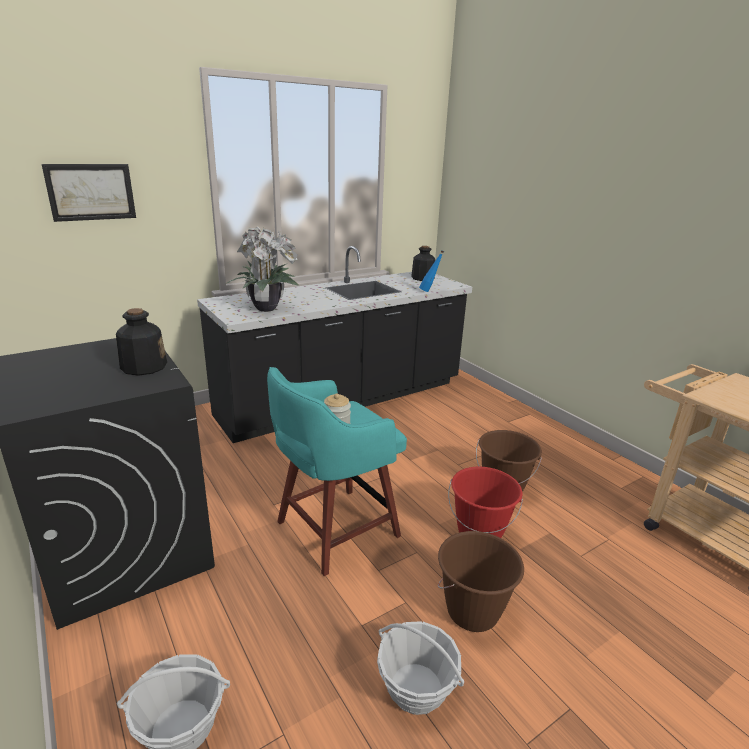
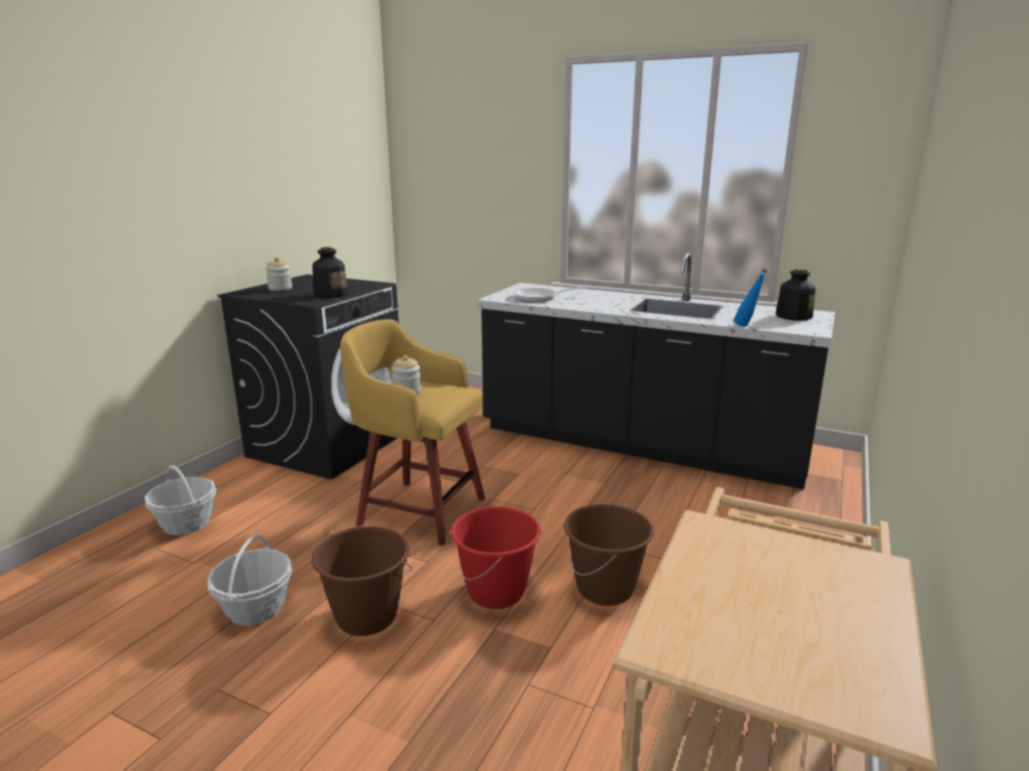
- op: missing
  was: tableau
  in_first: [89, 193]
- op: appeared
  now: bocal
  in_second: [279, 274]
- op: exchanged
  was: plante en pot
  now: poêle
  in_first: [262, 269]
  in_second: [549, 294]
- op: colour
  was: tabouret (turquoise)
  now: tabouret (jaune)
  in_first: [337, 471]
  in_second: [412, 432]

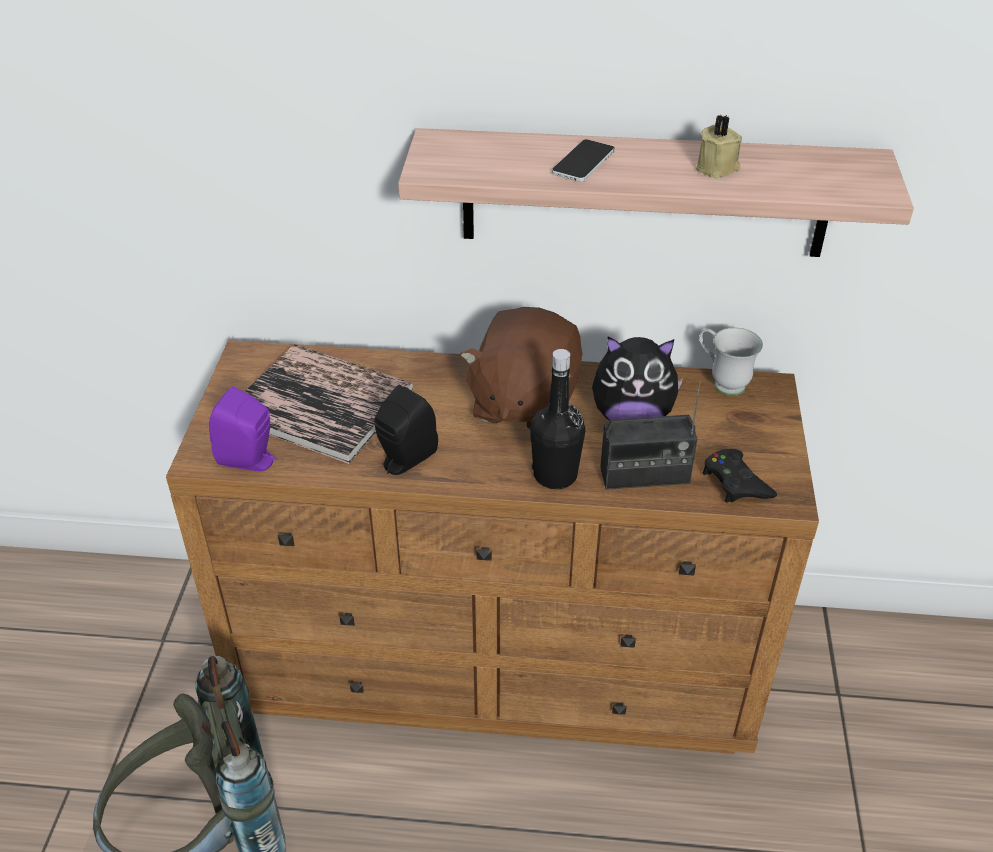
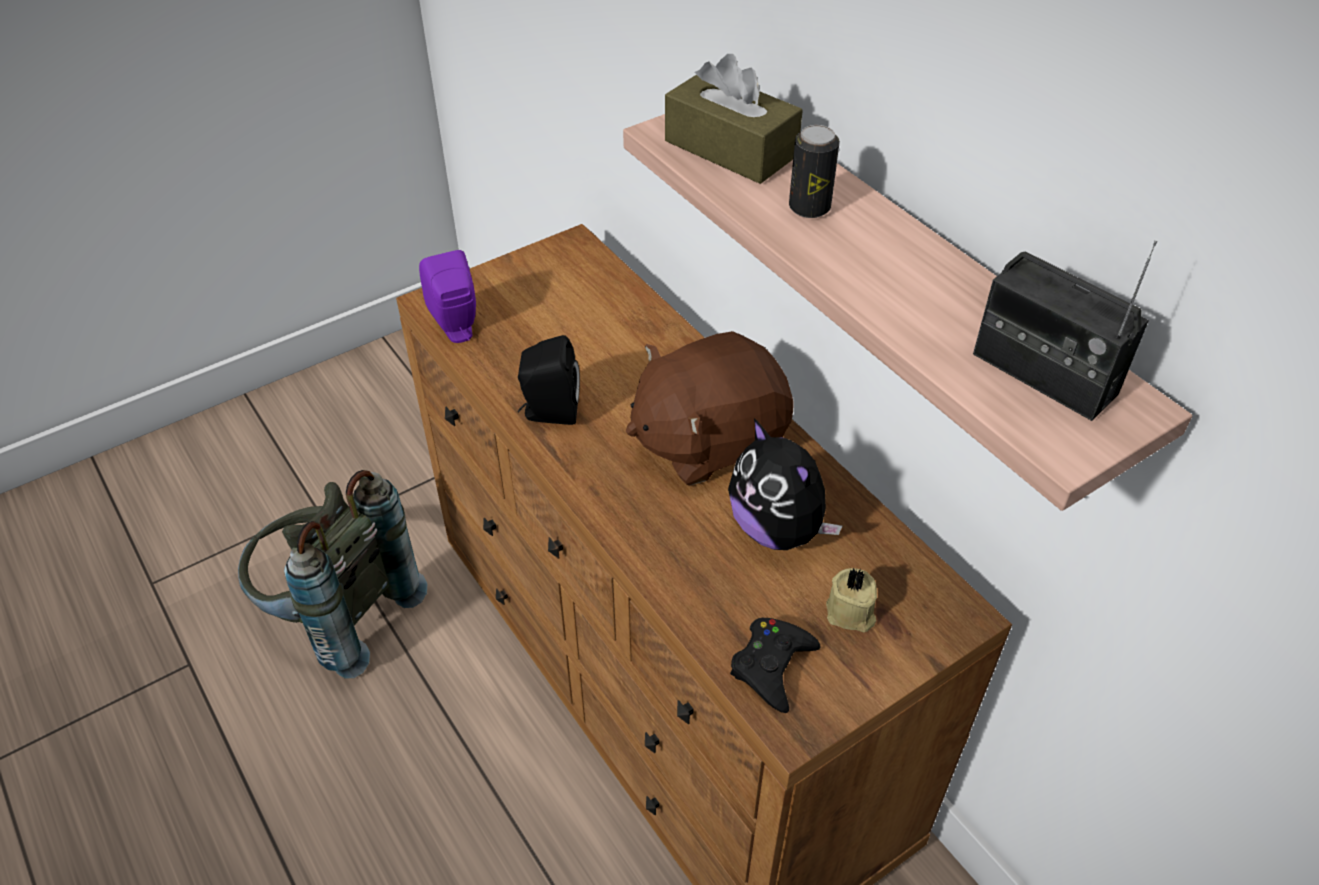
- op: missing
  was: livre
  in_first: [329, 404]
- op: missing
  was: bouteille (noir)
  in_first: [557, 419]
- op: missing
  was: mug (blanc)
  in_first: [731, 362]
- op: appeared
  now: boîte à mouchoirs (marron)
  in_second: [734, 119]
- op: relocated
  was: radio
  in_first: [650, 435]
  in_second: [1065, 331]
- op: relocated
  was: bougie (beige)
  in_first: [719, 147]
  in_second: [851, 600]
- op: exchanged
  was: téléphone
  now: boîte métallique
  in_first: [583, 160]
  in_second: [814, 171]

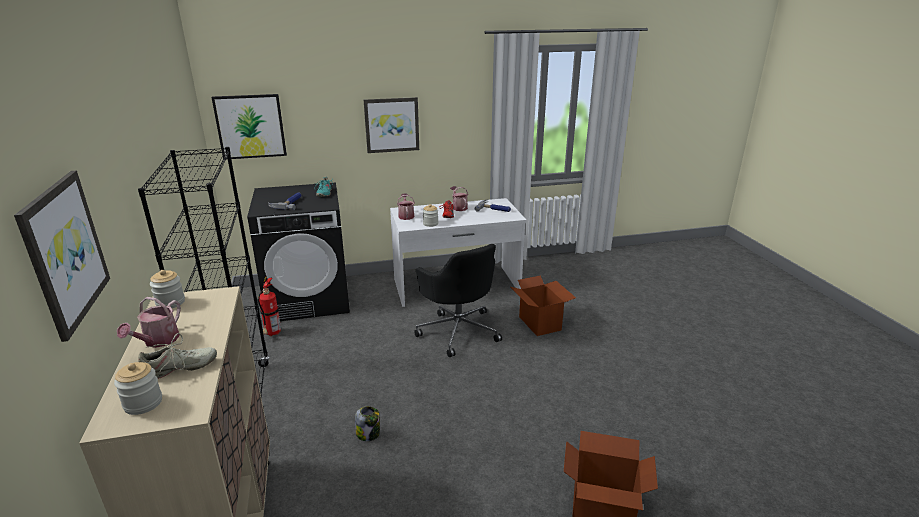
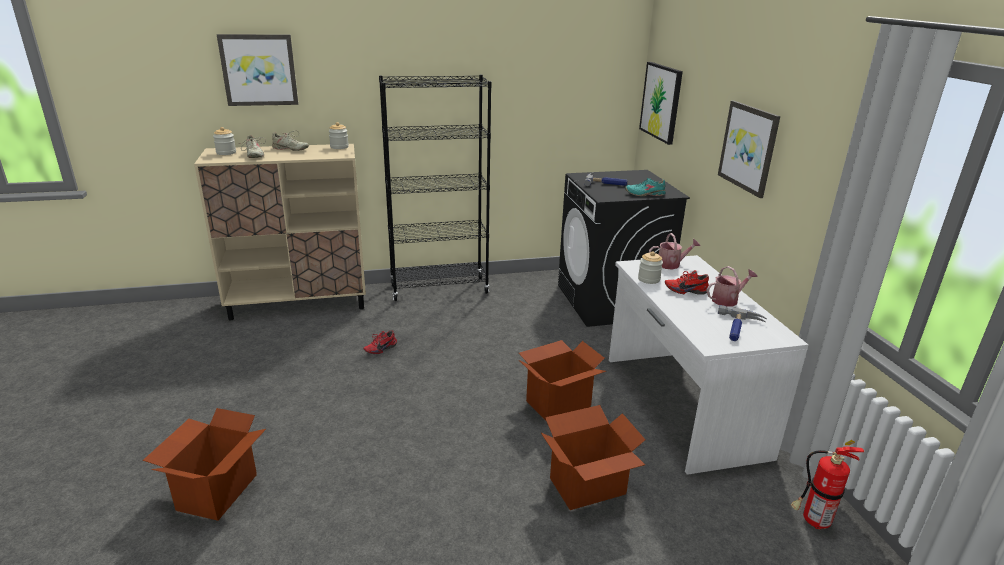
- op: relocated
  was: extincteur
  in_first: [269, 306]
  in_second: [827, 484]
- op: exchanged
  was: arrosoir
  now: chaussure (beige)
  in_first: [149, 322]
  in_second: [290, 140]
- op: exchanged
  was: bocal
  now: chaussure (rouge)
  in_first: [367, 423]
  in_second: [380, 342]
- op: exchanged
  was: chaise de bureau (noir)
  now: carton
  in_first: [458, 300]
  in_second: [562, 381]

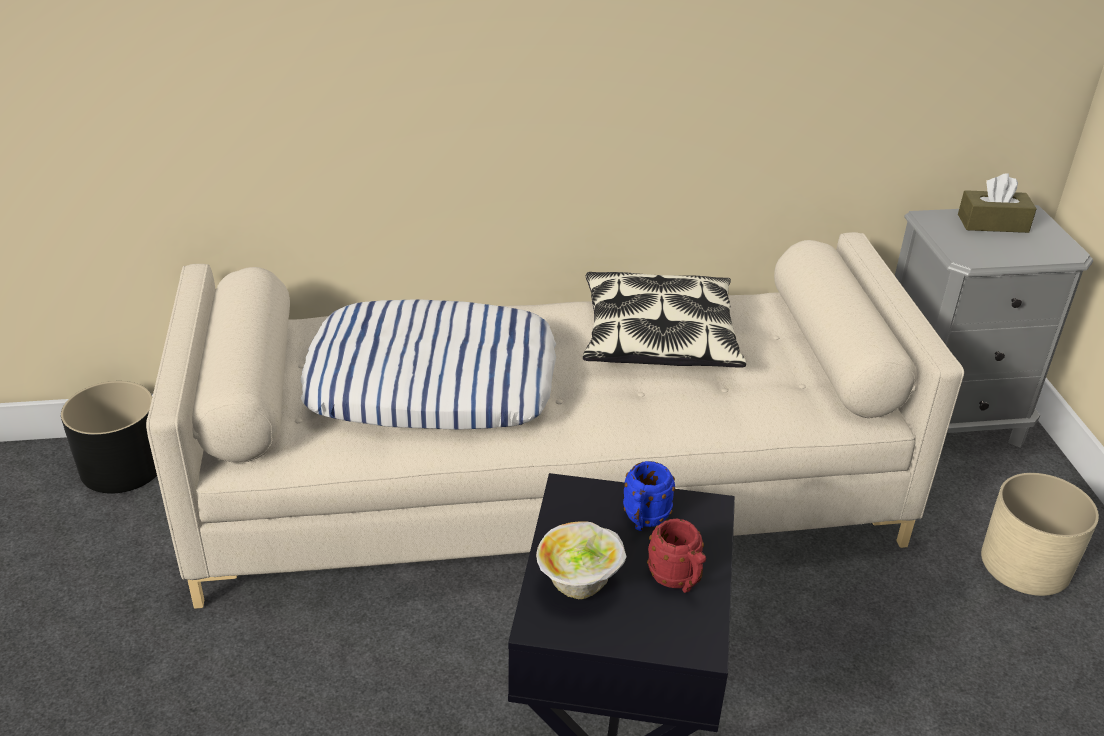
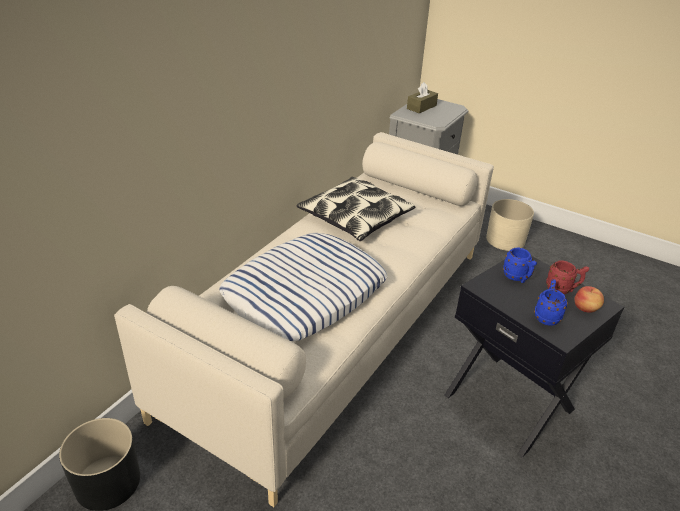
- op: appeared
  now: pomme
  in_second: [589, 299]
- op: exchanged
  was: bol
  now: mug (bleu)
  in_first: [581, 560]
  in_second: [551, 302]

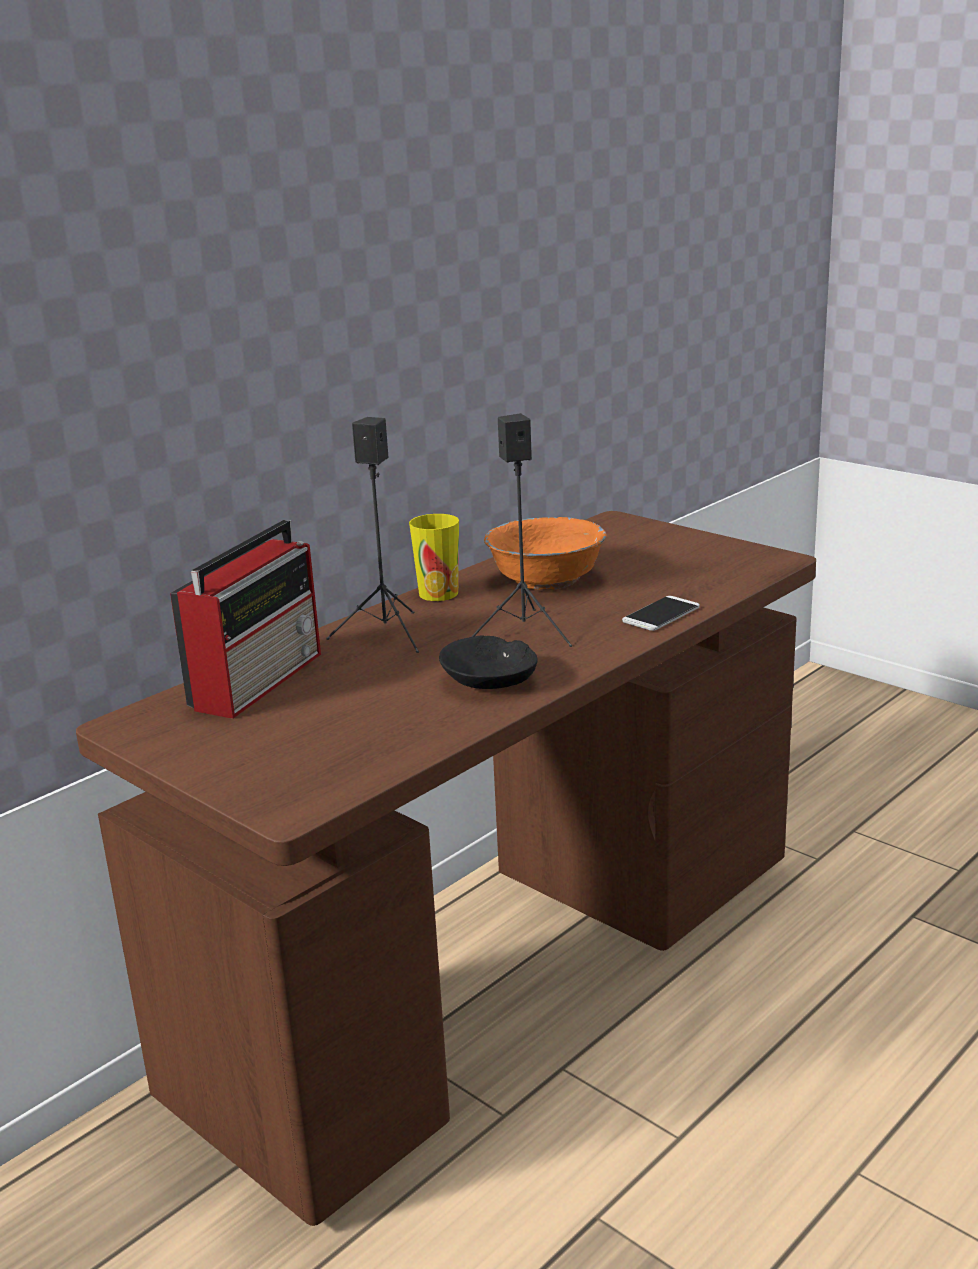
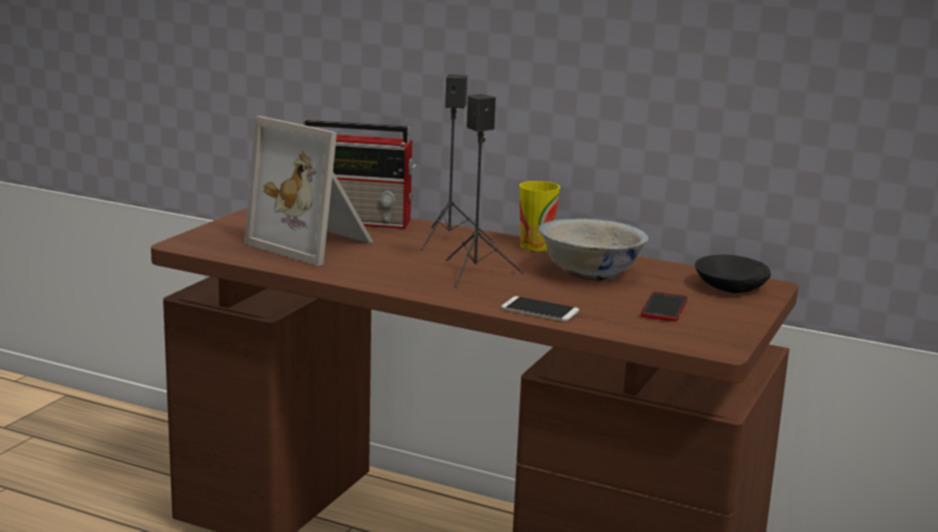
- op: appeared
  now: cadre photo
  in_second: [308, 191]
- op: appeared
  now: téléphone
  in_second: [664, 306]
- op: relocated
  was: bol (noir)
  in_first: [488, 662]
  in_second: [733, 274]
- op: colour
  was: bol (orange)
  now: bol (blanc)
  in_first: [545, 553]
  in_second: [594, 249]

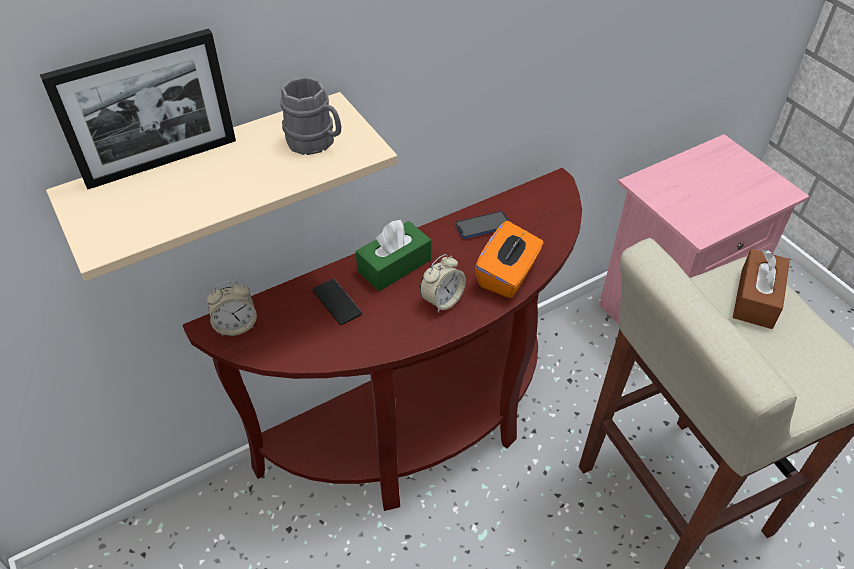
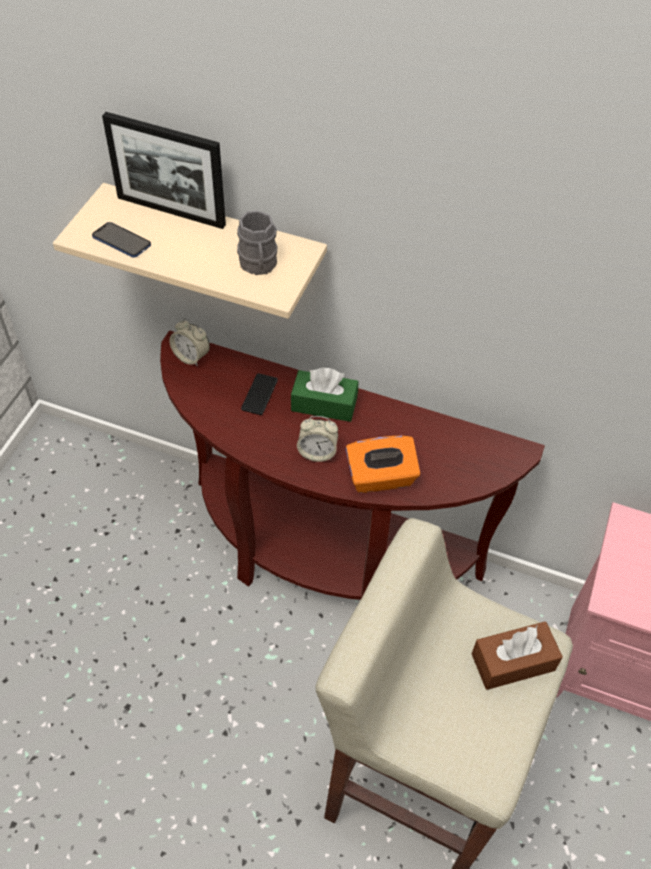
- op: relocated
  was: téléphone
  in_first: [482, 225]
  in_second: [121, 240]

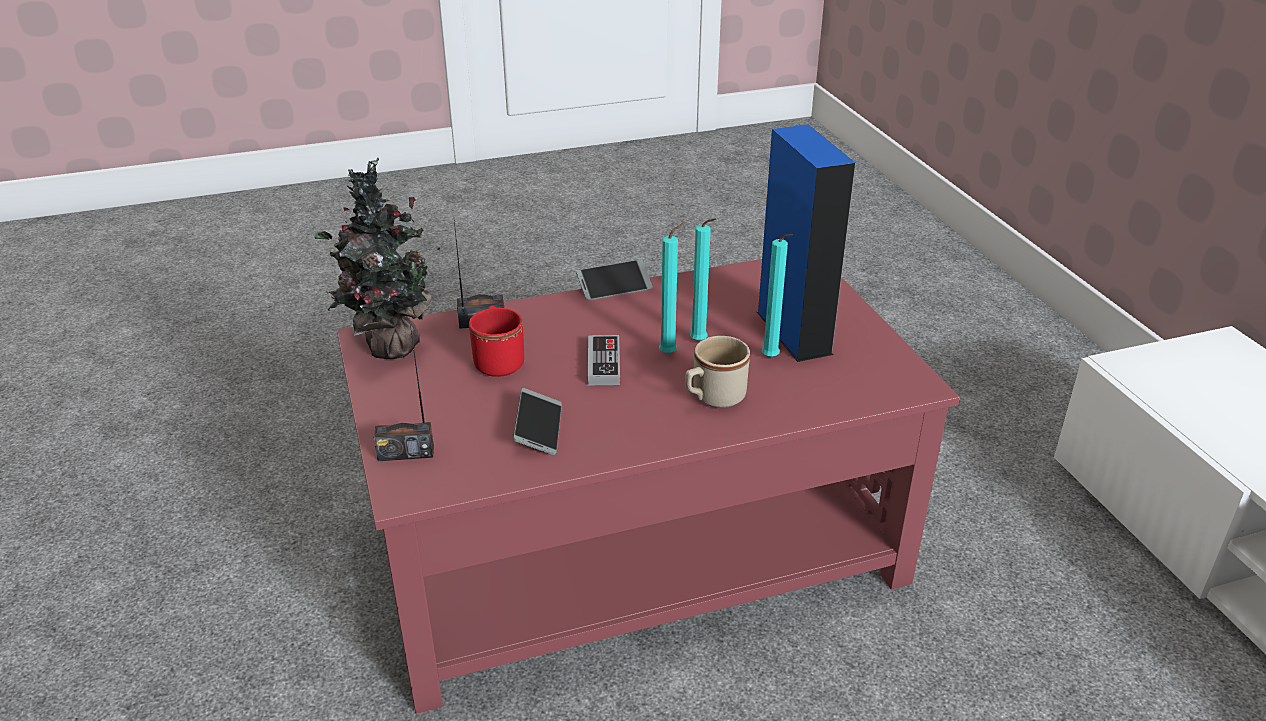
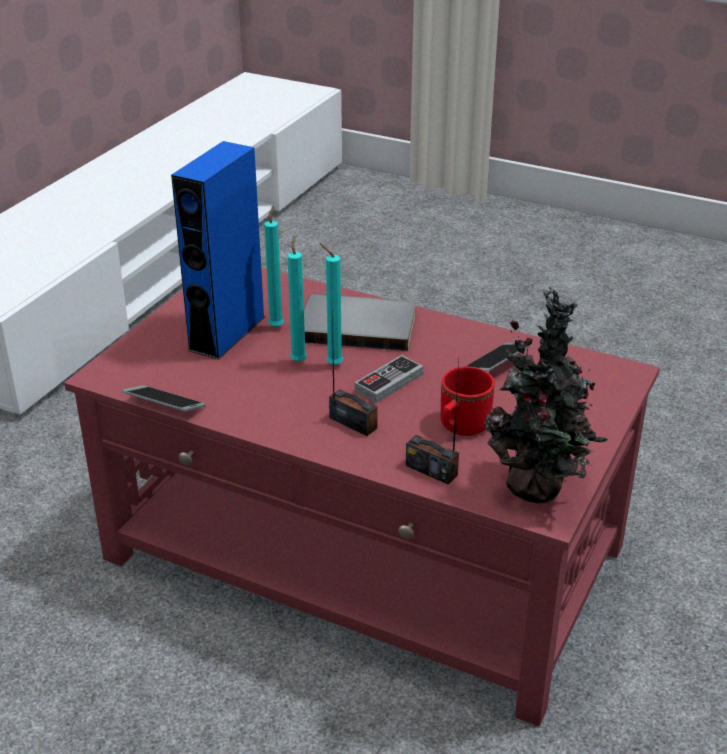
- op: relocated
  was: radio
  in_first: [404, 392]
  in_second: [353, 374]
- op: relocated
  was: téléphone
  in_first: [614, 280]
  in_second: [163, 398]
- op: exchanged
  was: mug (beige)
  now: livre (gris)
  in_first: [717, 372]
  in_second: [360, 322]

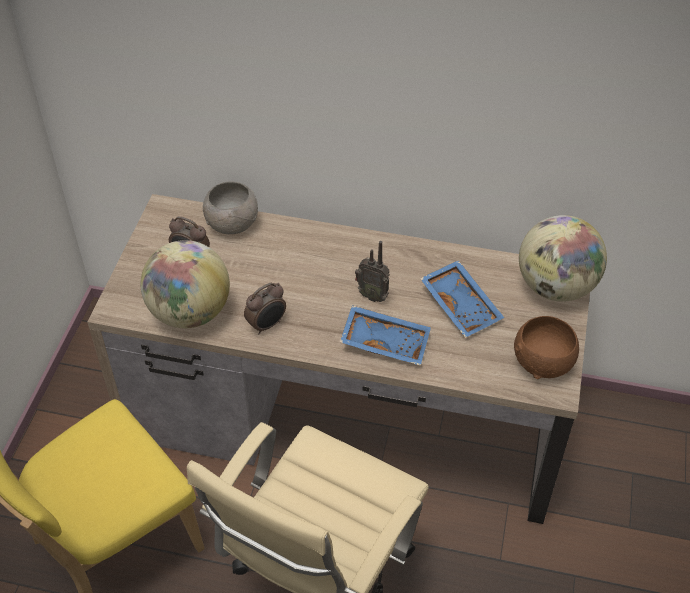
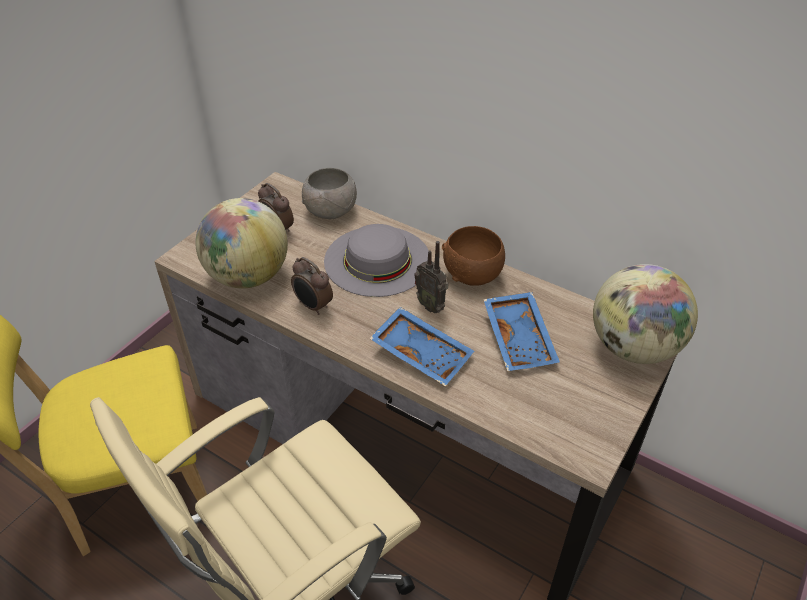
- op: appeared
  now: chapeau (gris)
  in_second: [376, 260]
- op: relocated
  was: bol (marron)
  in_first: [546, 347]
  in_second: [473, 256]
- op: spun
  was: réveil
  in_first: [265, 309]
  in_second: [312, 286]
  clockwise: 60

